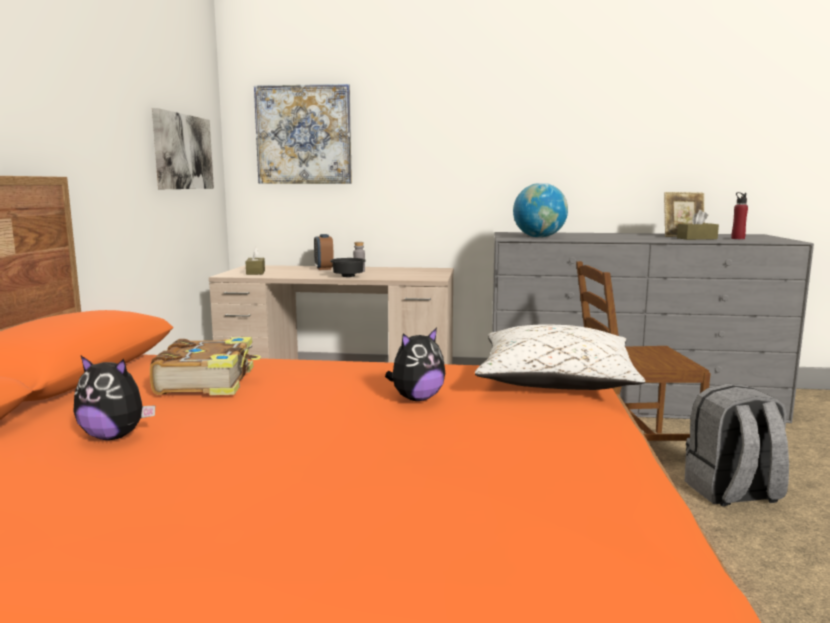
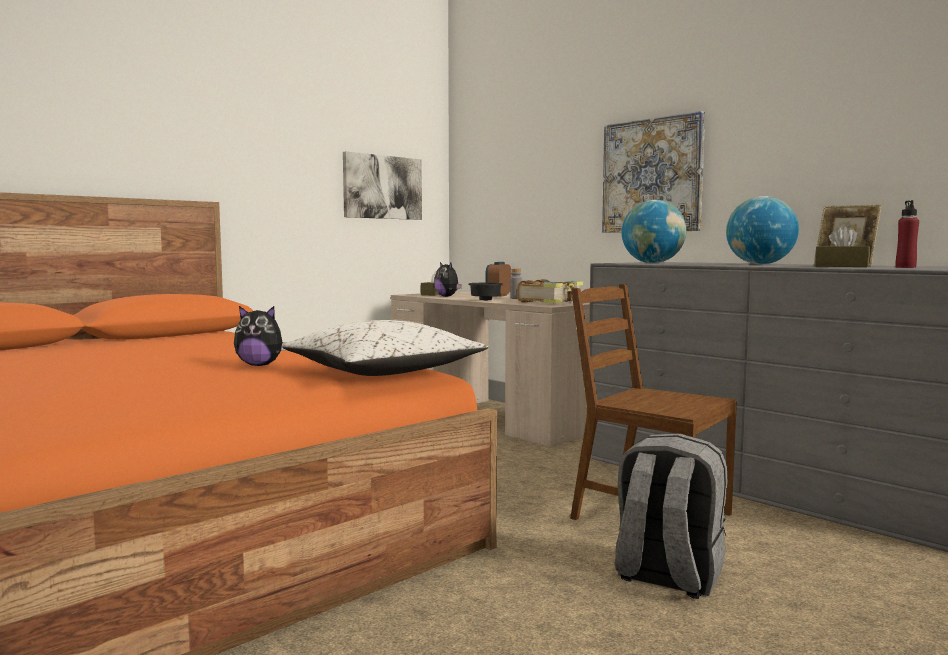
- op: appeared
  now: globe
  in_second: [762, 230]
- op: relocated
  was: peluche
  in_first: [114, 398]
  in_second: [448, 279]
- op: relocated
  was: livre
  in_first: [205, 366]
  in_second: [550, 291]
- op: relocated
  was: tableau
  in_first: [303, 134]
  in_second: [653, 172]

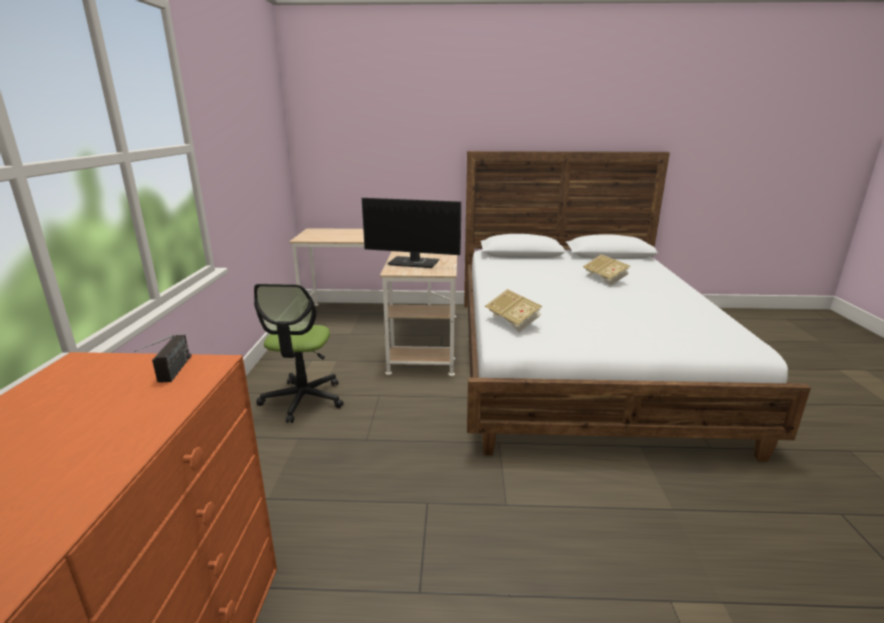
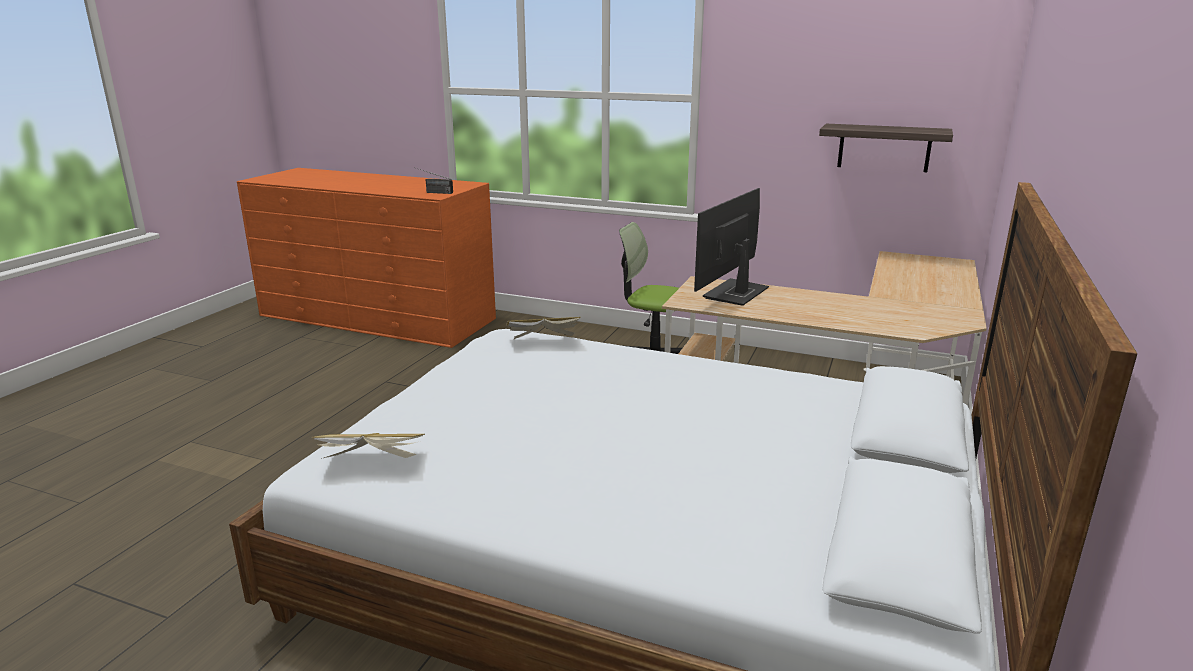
- op: appeared
  now: étagère
  in_second: [886, 148]
- op: relocated
  was: livre
  in_first: [606, 269]
  in_second: [368, 446]

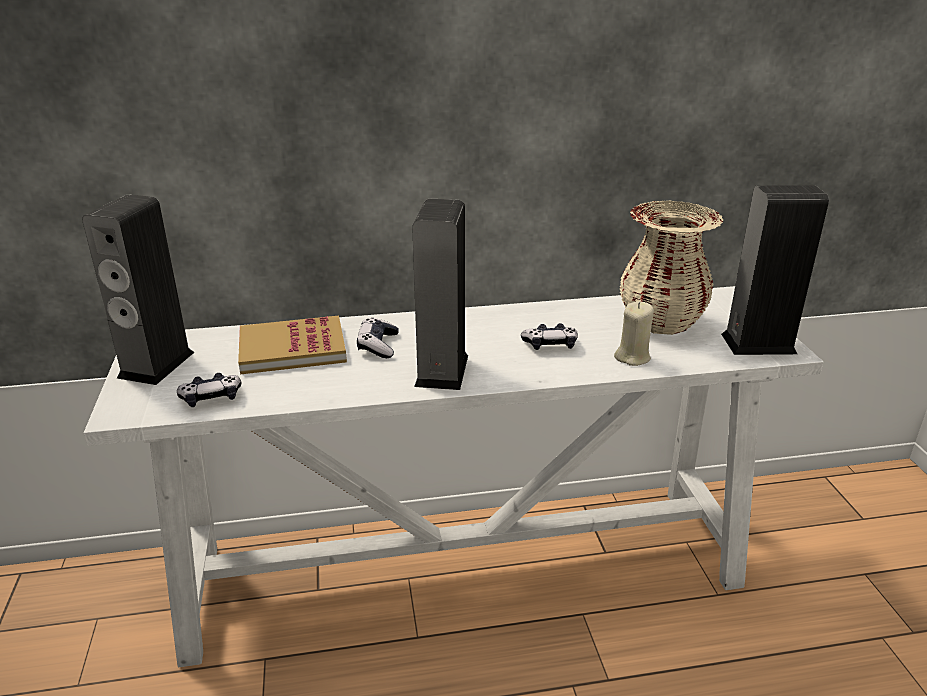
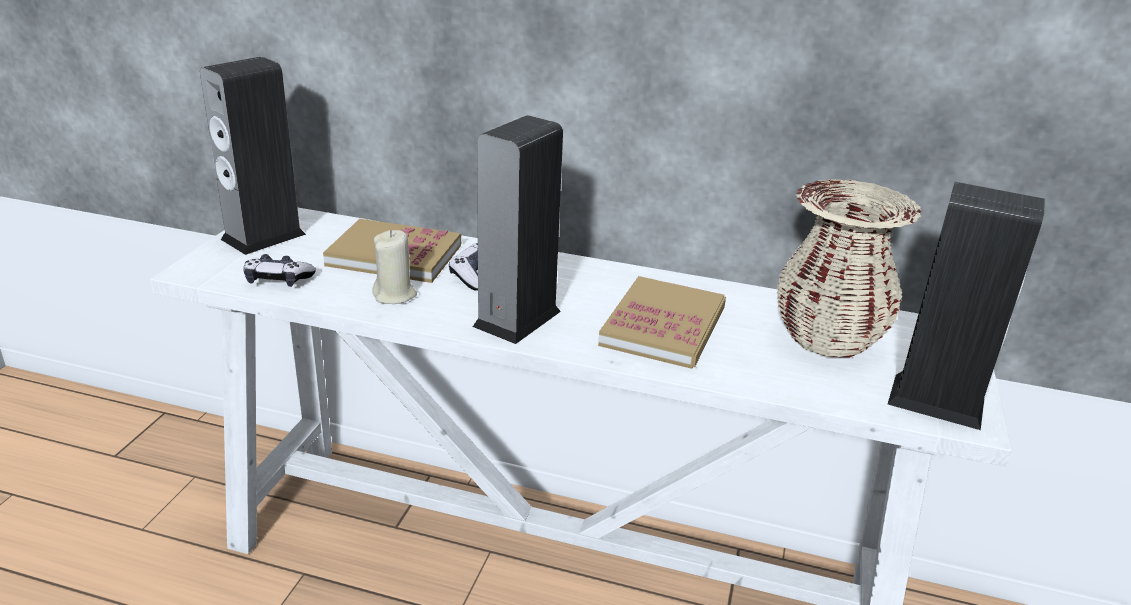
- op: relocated
  was: bougie (beige)
  in_first: [634, 333]
  in_second: [394, 267]
- op: exchanged
  was: manette
  now: livre
  in_first: [549, 336]
  in_second: [662, 322]

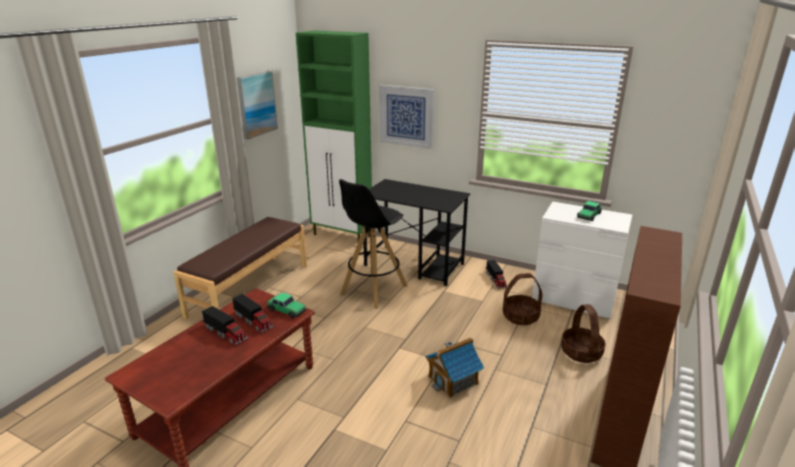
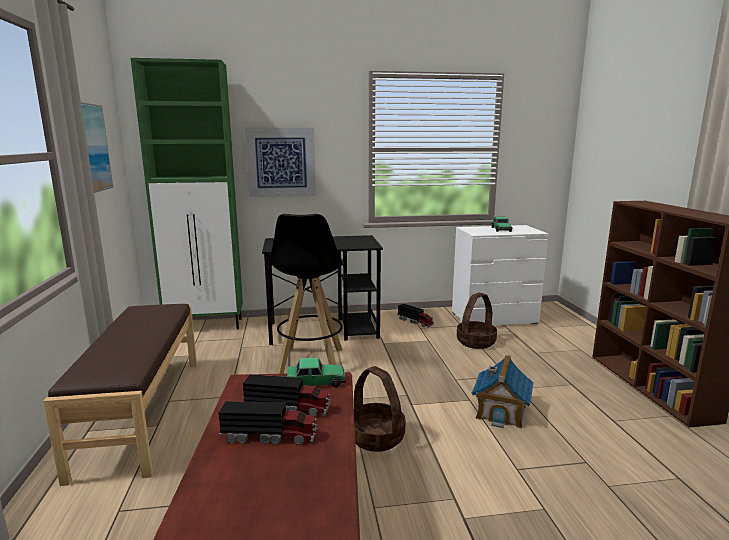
- op: relocated
  was: panier
  in_first: [583, 333]
  in_second: [380, 409]

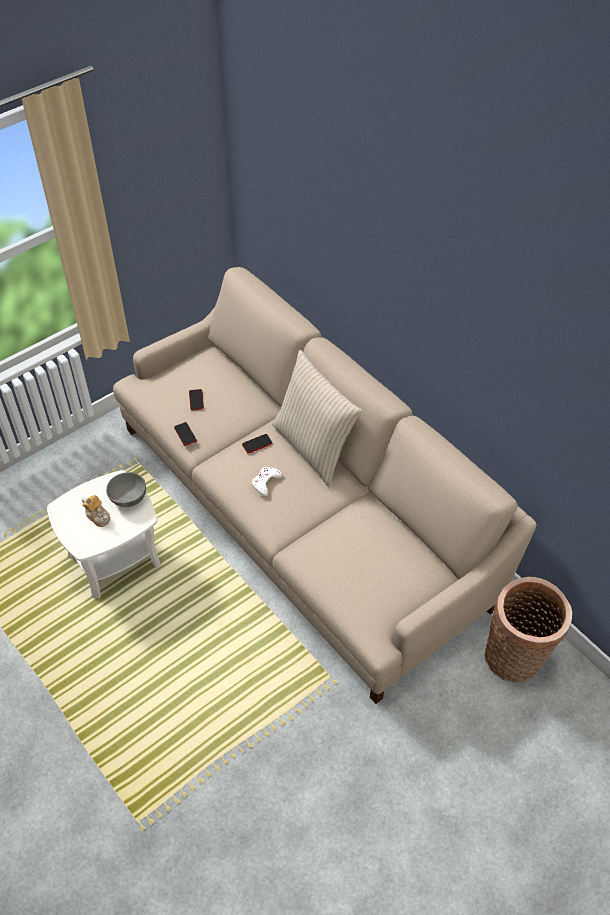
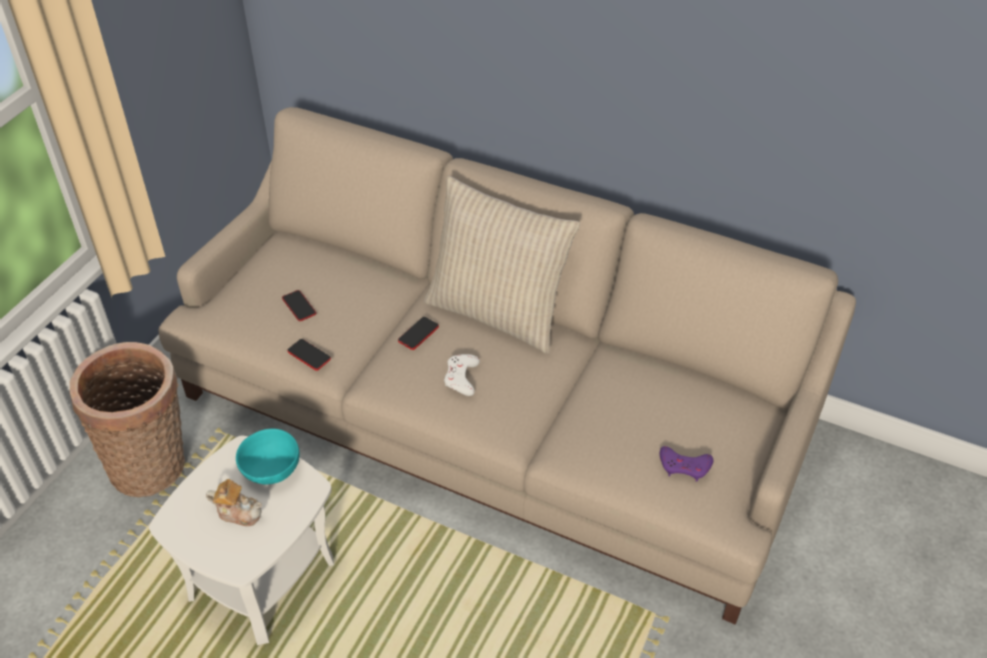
- op: appeared
  now: manette (violet)
  in_second: [686, 464]
- op: relocated
  was: panier
  in_first: [528, 630]
  in_second: [127, 419]
- op: colour
  was: bol (gris)
  now: bol (turquoise)
  in_first: [126, 489]
  in_second: [268, 457]

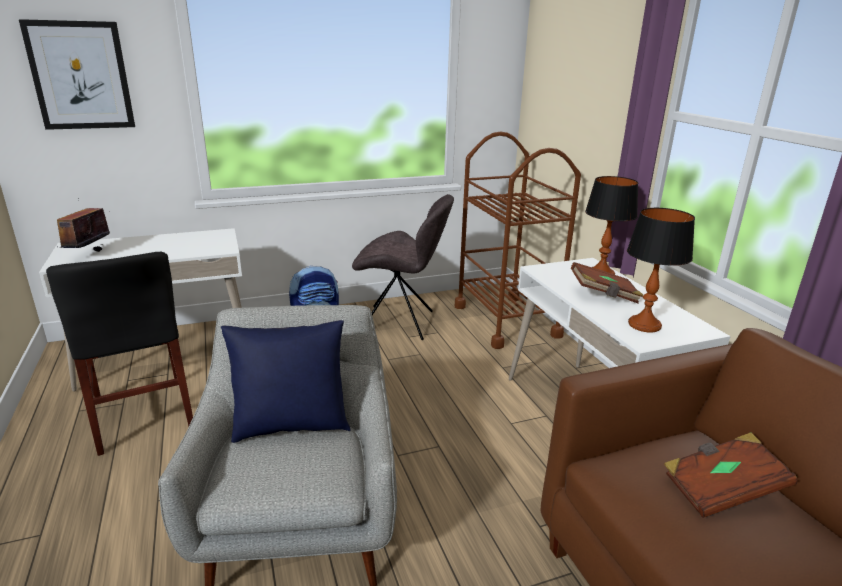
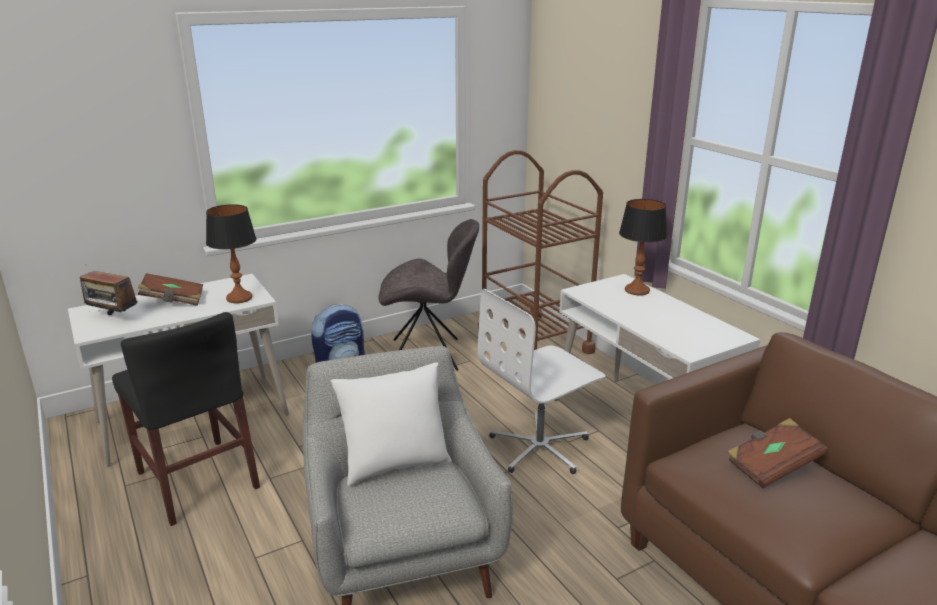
- op: missing
  was: tableau
  in_first: [77, 74]
- op: appeared
  now: chaise de bureau (blanc)
  in_second: [542, 381]
- op: relocated
  was: livre (marron)
  in_first: [607, 282]
  in_second: [170, 289]
- op: relocated
  was: lampe de table
  in_first: [661, 270]
  in_second: [231, 253]
- op: colour
  was: coussin (bleu)
  now: coussin (blanc)
  in_first: [285, 381]
  in_second: [391, 424]
- op: spun
  was: radio
  in_first: [83, 230]
  in_second: [109, 293]
  clockwise: -60

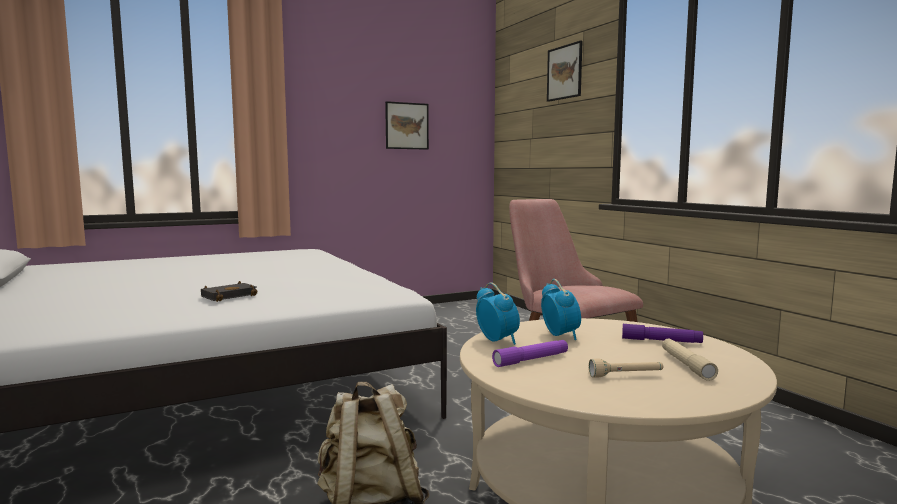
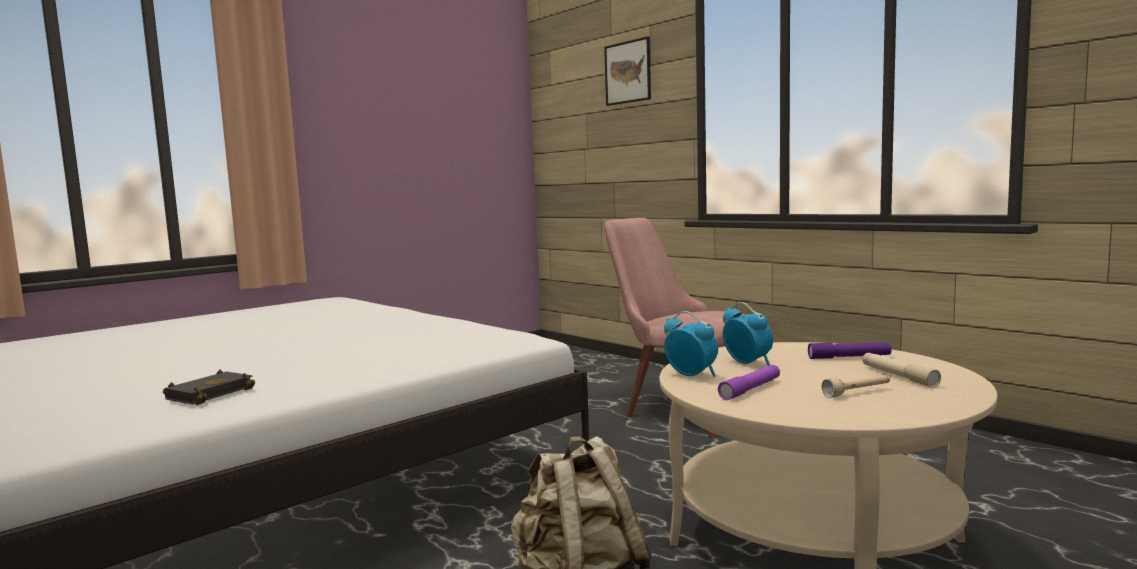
- op: missing
  was: tableau
  in_first: [407, 125]
- op: relocated
  was: livre (noir)
  in_first: [229, 291]
  in_second: [209, 387]

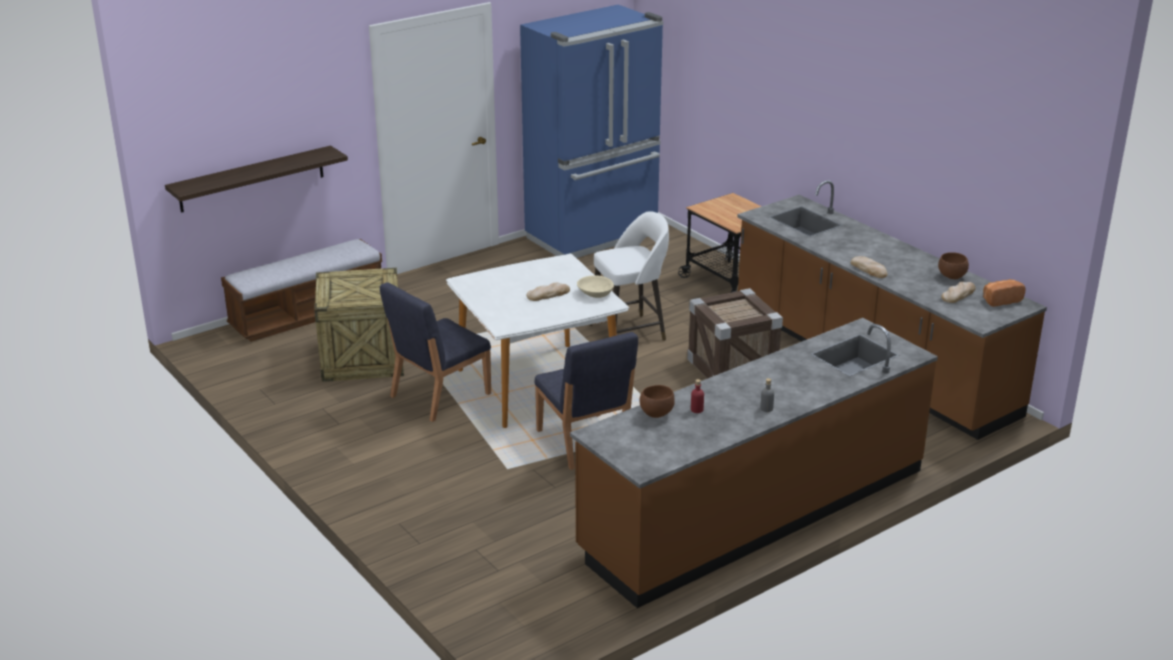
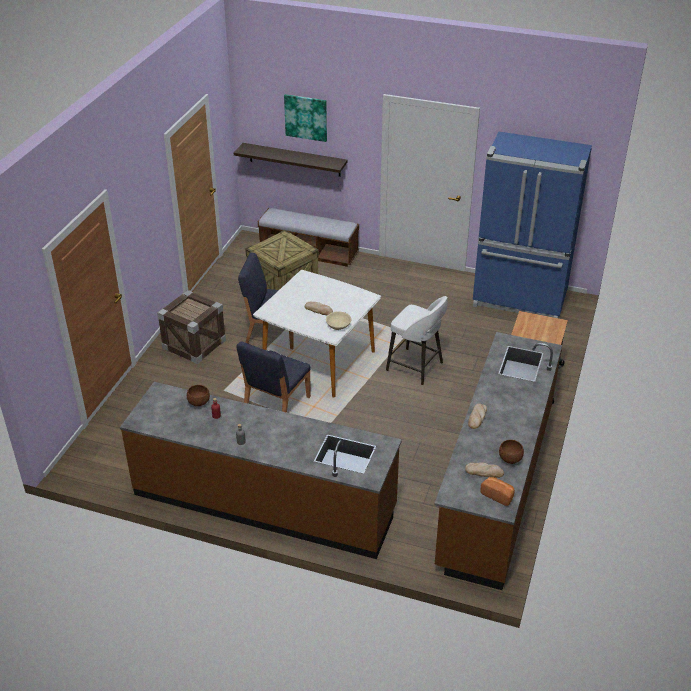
- op: appeared
  now: tableau
  in_second: [305, 118]
- op: relocated
  was: caisse
  in_first: [735, 333]
  in_second: [191, 327]

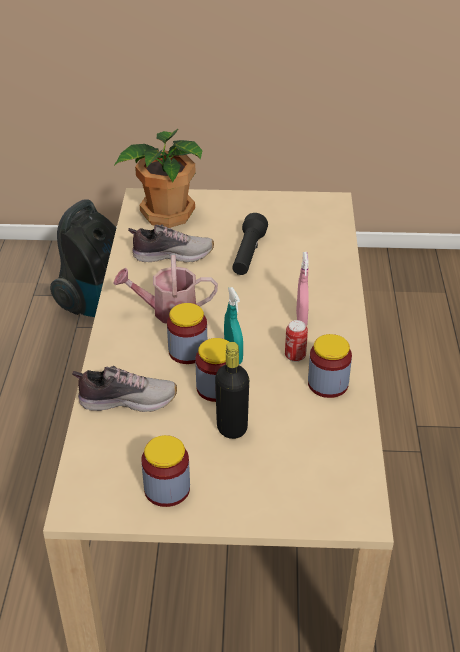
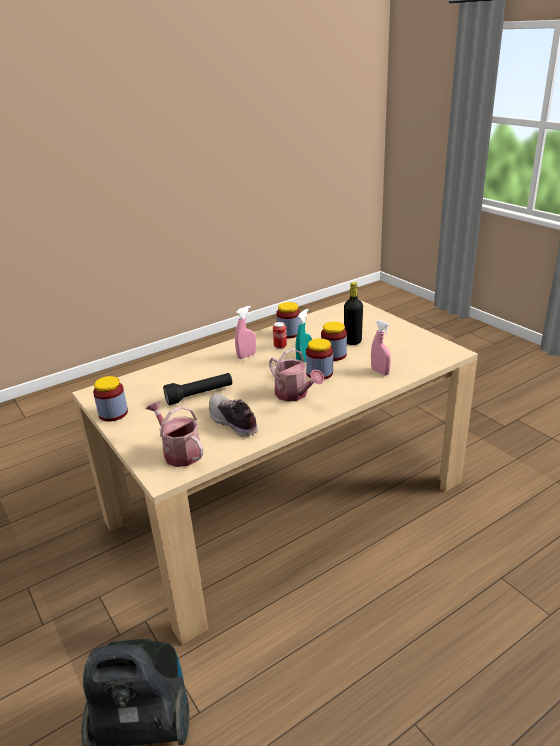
- op: relocated
  was: bocal
  in_first: [165, 471]
  in_second: [110, 398]
- op: exchanged
  was: chaussure
  now: vaporisateur (rose)
  in_first: [124, 389]
  in_second: [381, 347]
- op: exchanged
  was: plante en pot
  now: arrosoir
  in_first: [158, 178]
  in_second: [174, 434]

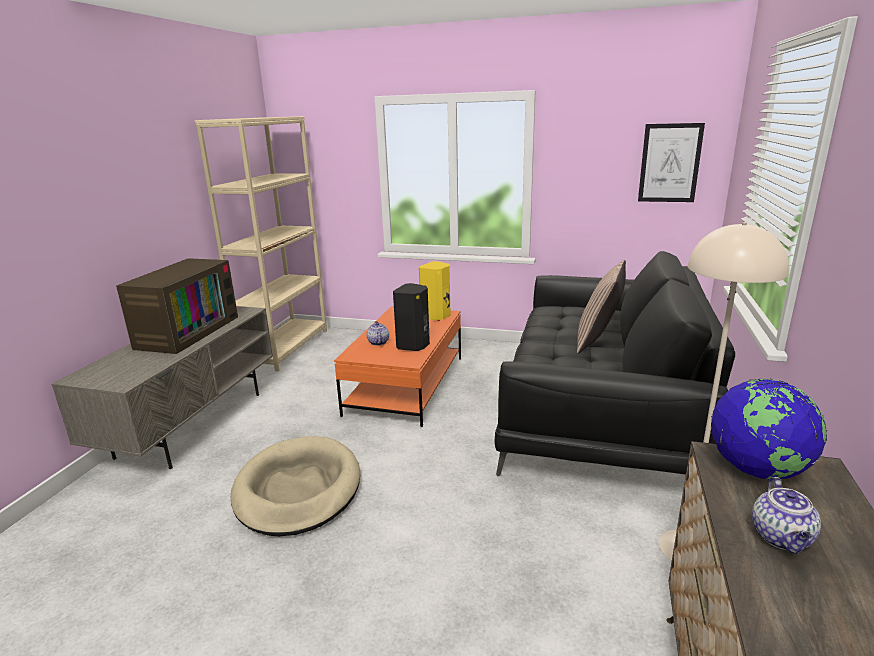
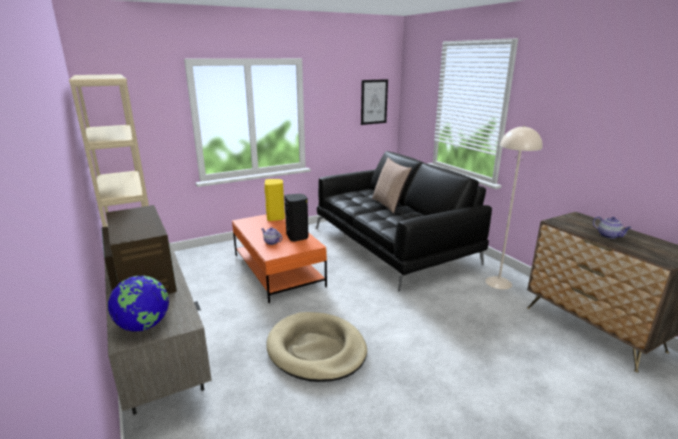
- op: relocated
  was: globe
  in_first: [769, 429]
  in_second: [138, 303]

